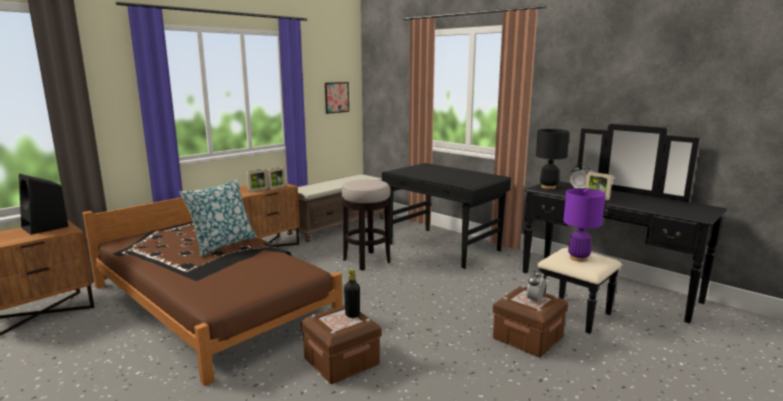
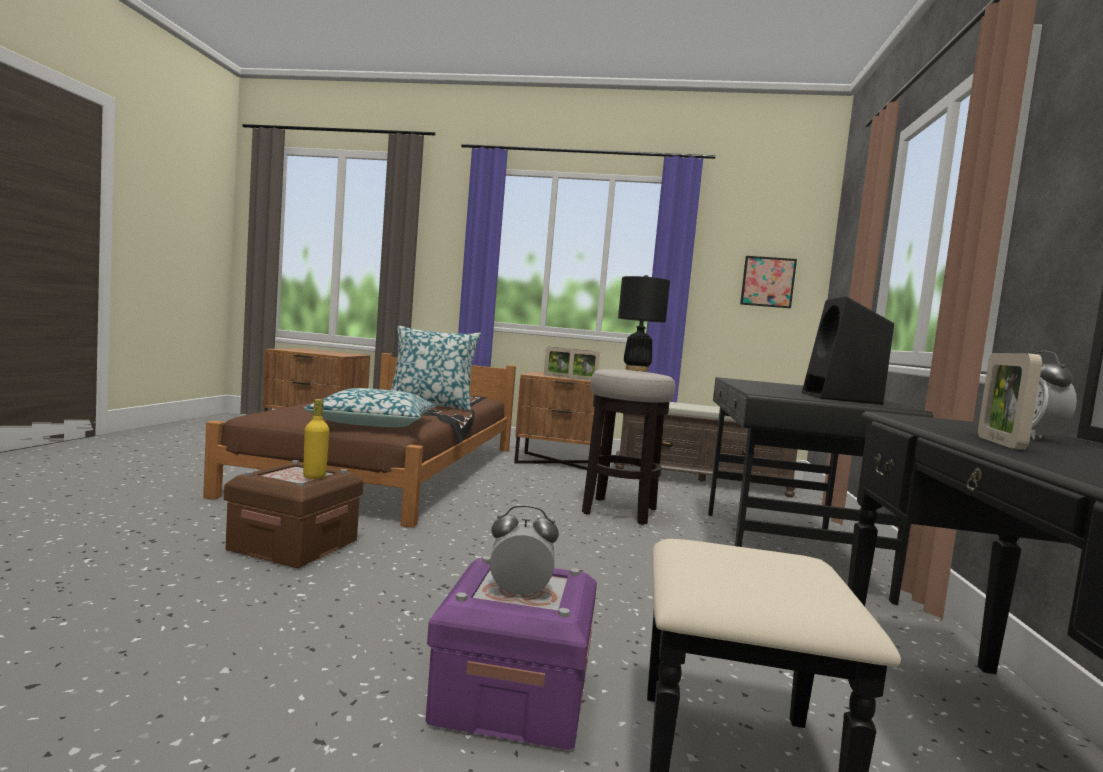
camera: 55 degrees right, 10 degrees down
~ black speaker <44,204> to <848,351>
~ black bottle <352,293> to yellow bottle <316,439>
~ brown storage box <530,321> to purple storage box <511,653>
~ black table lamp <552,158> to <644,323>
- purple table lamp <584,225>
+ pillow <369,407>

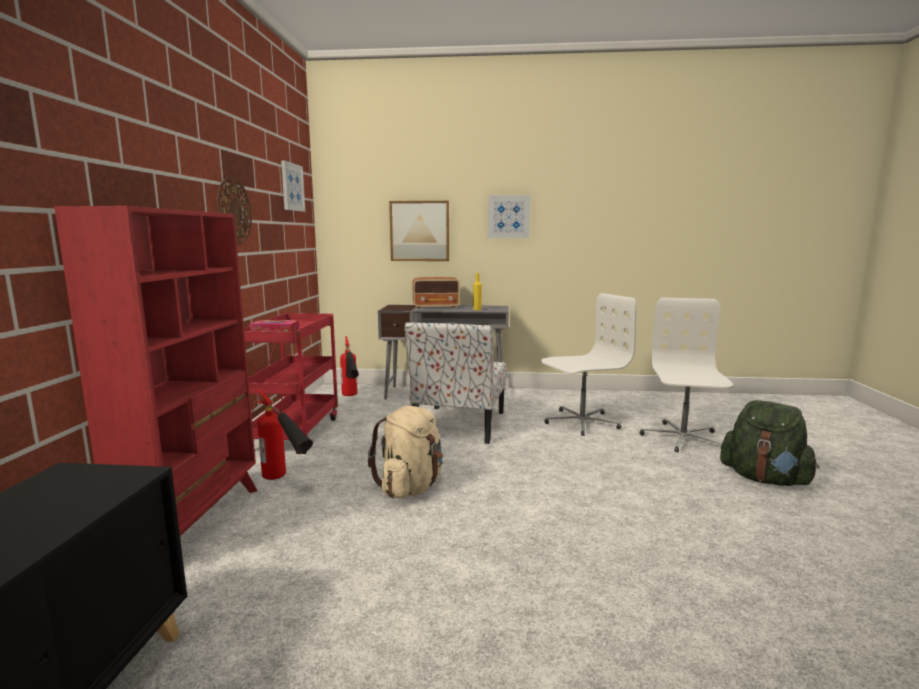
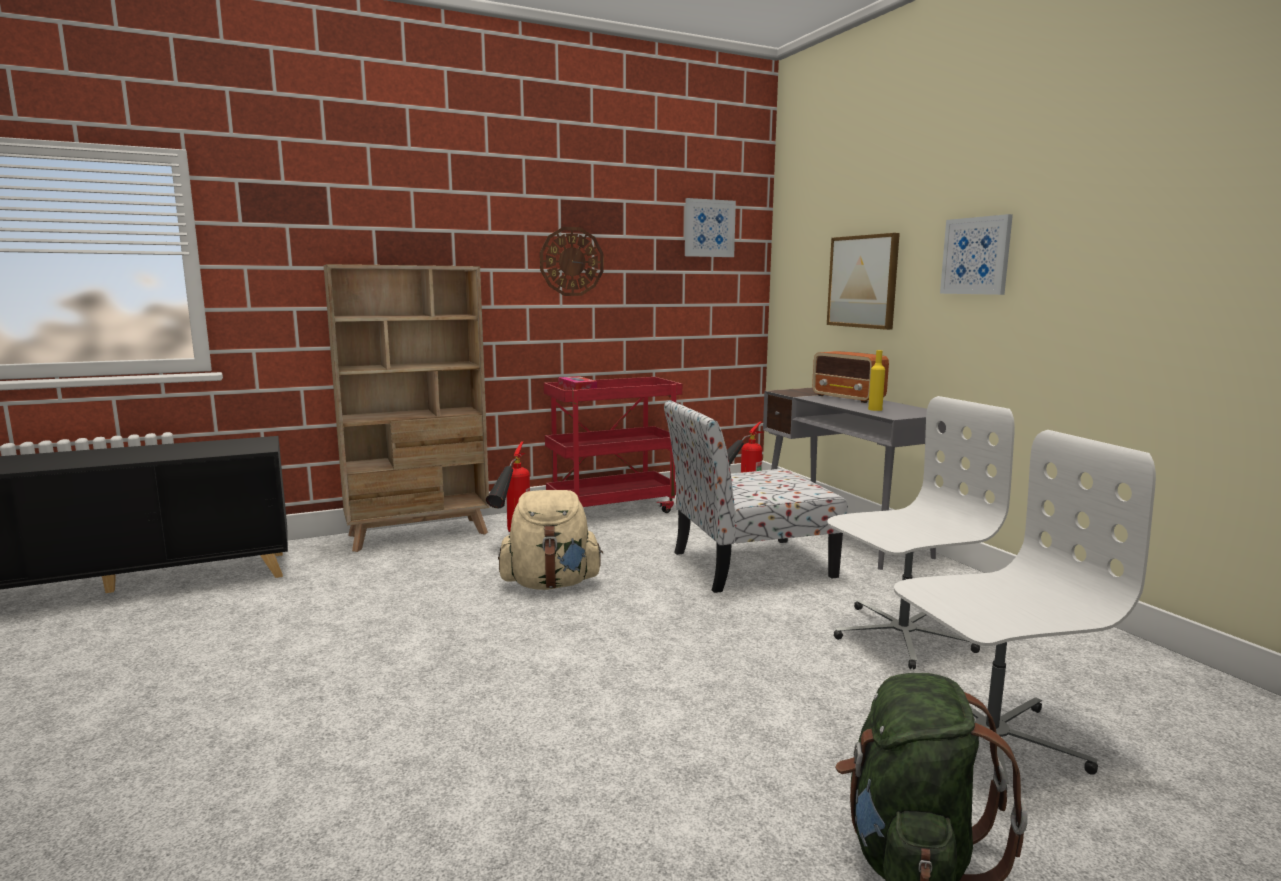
camera: 60 degrees right, 0 degrees up
~ red bookcase <156,371> to beige bookcase <407,408>
~ white office chair <588,364> = <921,532> 60 degrees counterclockwise

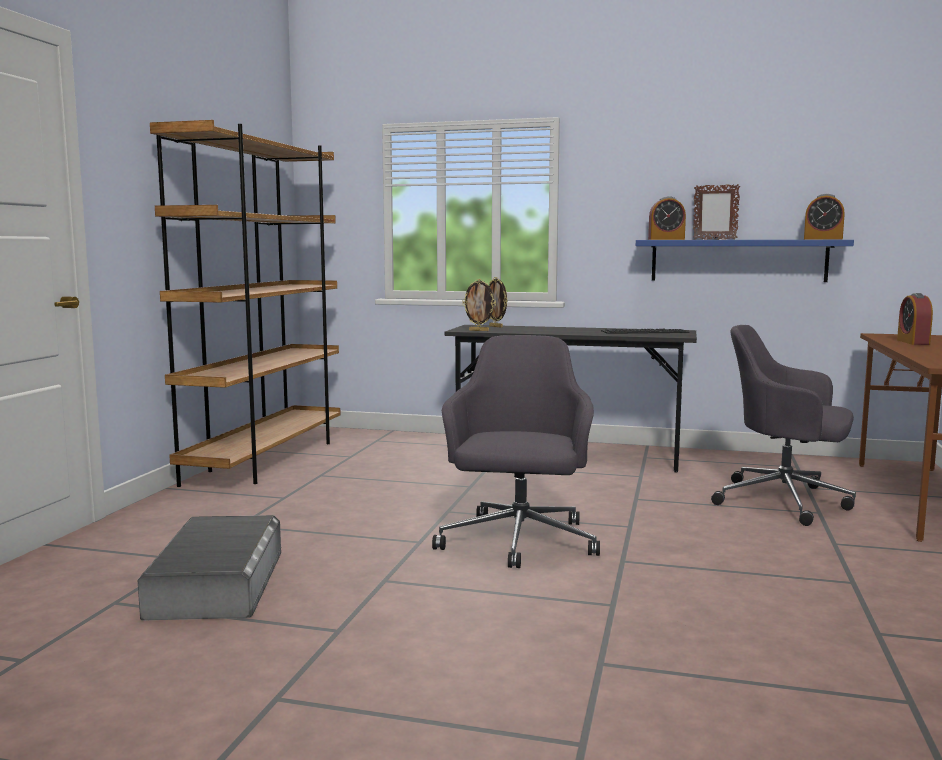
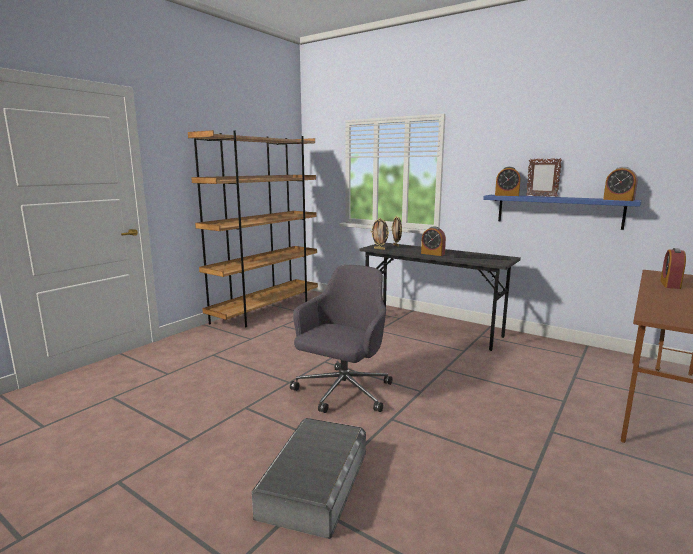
camera: 20 degrees right, 5 degrees up
~ grey storage box <209,568> to <309,478>
- grey office chair <783,425>
+ alarm clock <433,241>

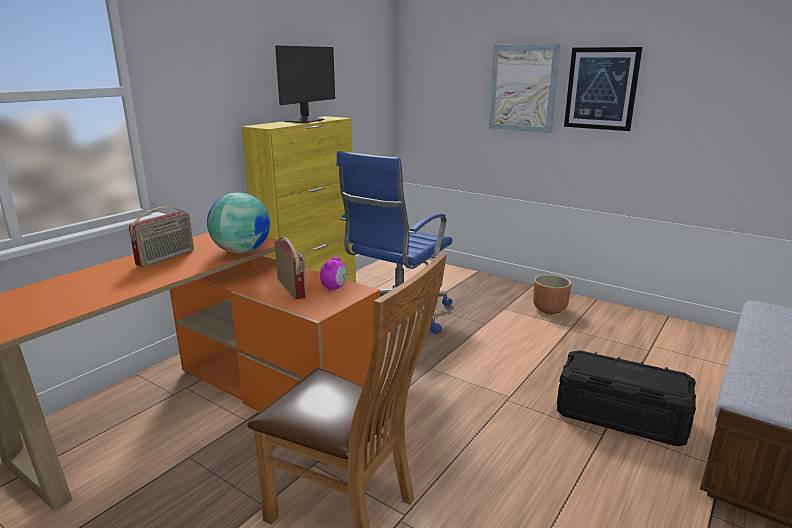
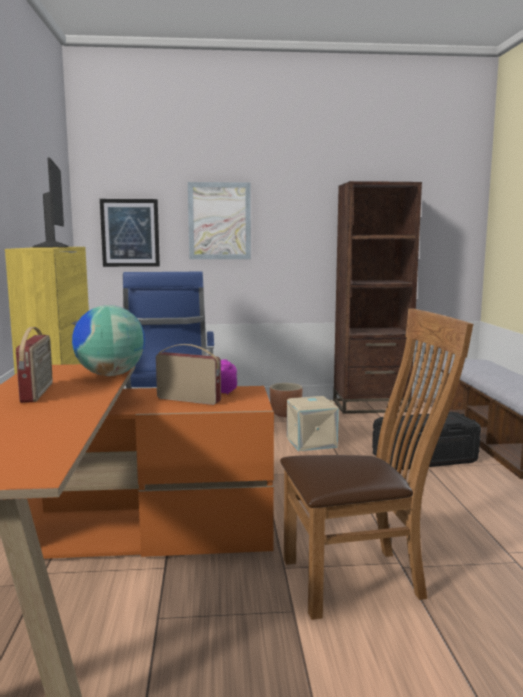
camera: 40 degrees left, 10 degrees down
~ picture <603,89> to <130,233>
+ beige storage box <313,423>
+ brown bookcase <377,297>

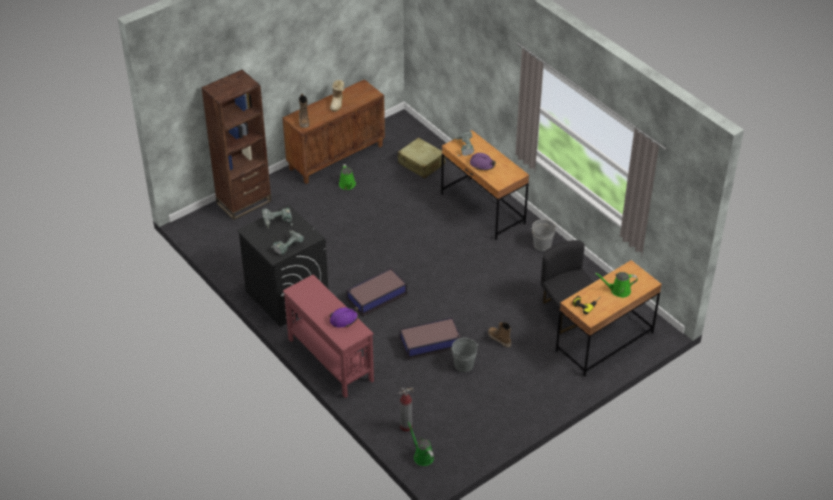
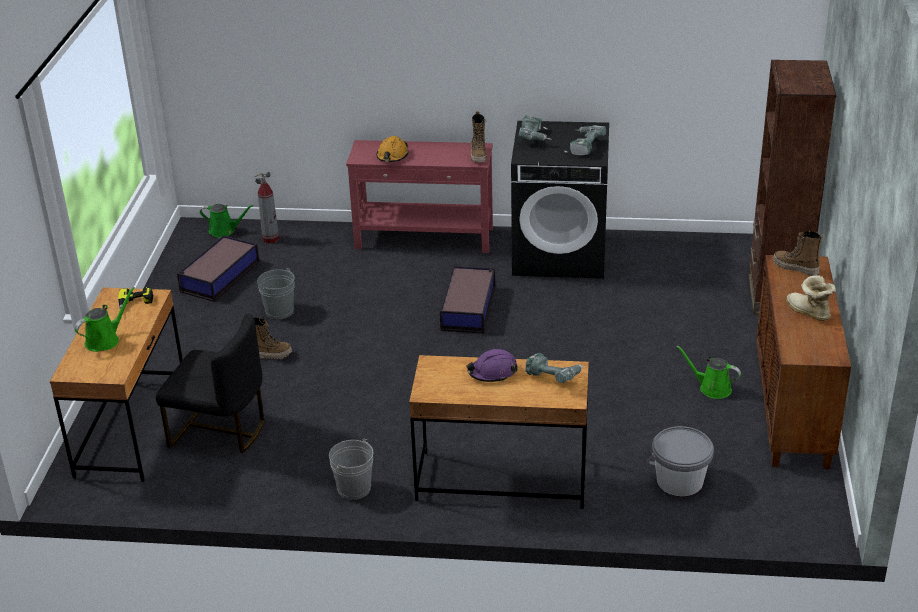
camera: 135 degrees right, 10 degrees down
~ purple hard hat <344,317> to orange hard hat <392,149>
~ beige suitcase <422,158> to grey bucket <680,461>
~ storage box <431,338> to <218,268>
+ boot <479,136>

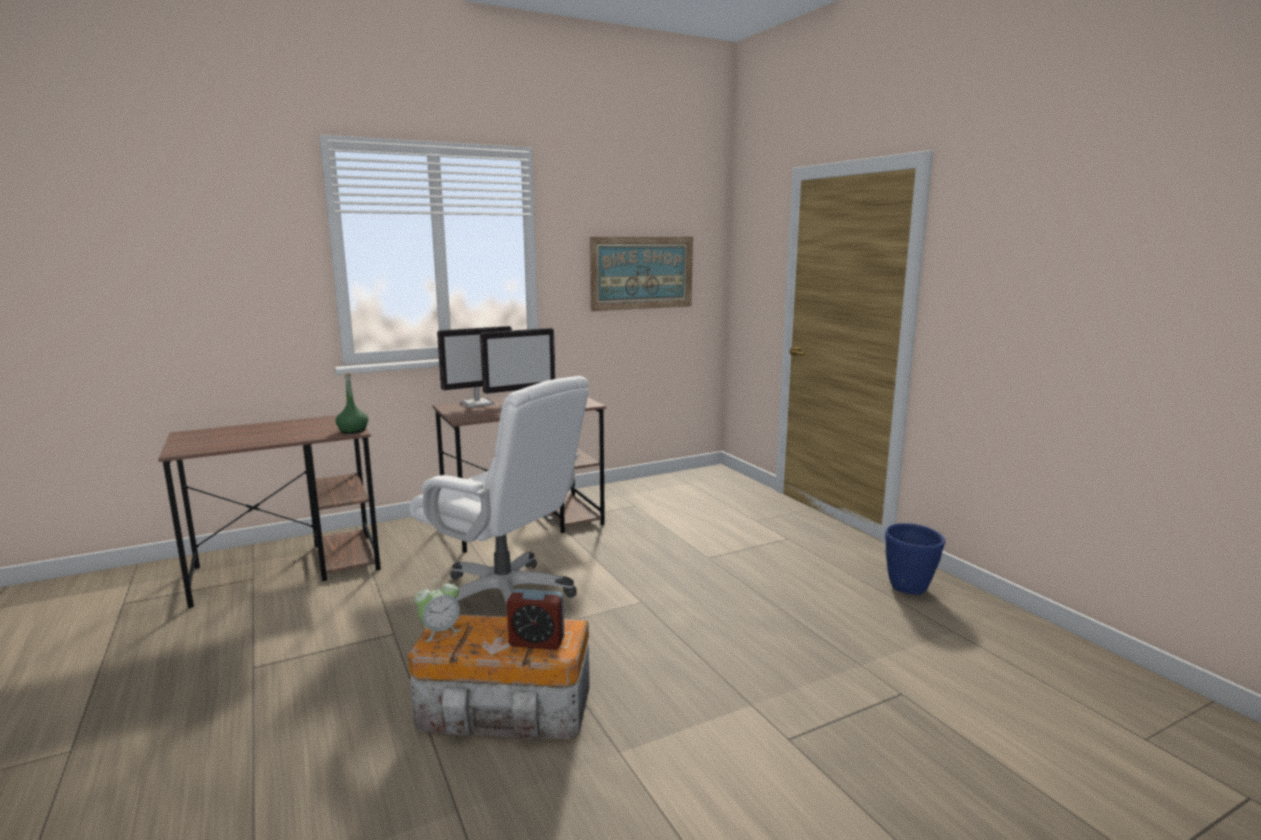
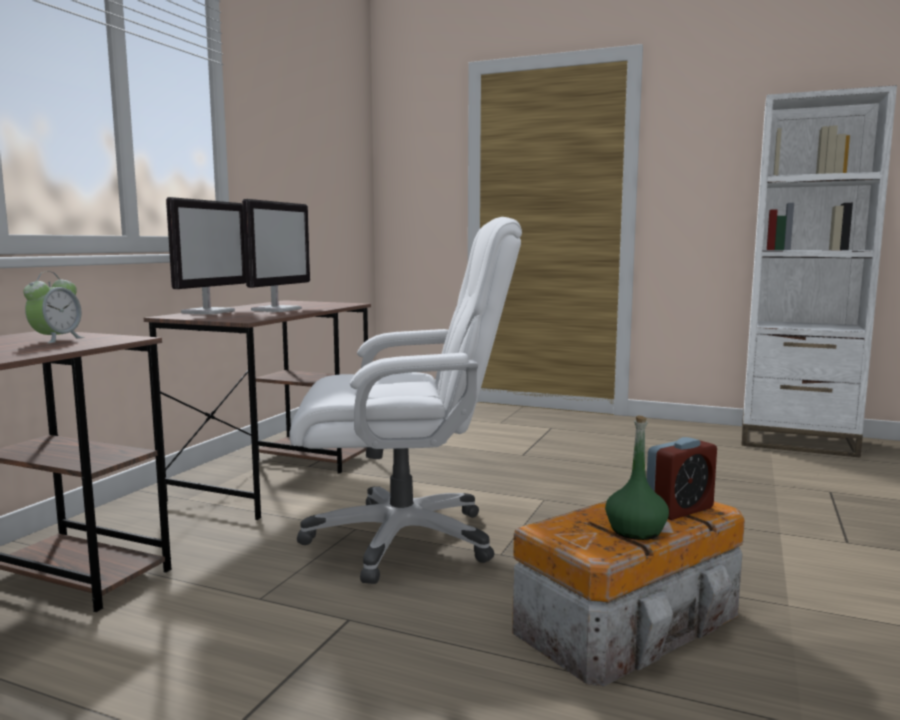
camera: 40 degrees left, 5 degrees down
~ green bottle <351,403> to <637,477>
~ alarm clock <438,610> to <54,308>
- picture <641,274>
- blue planter <915,559>
+ white bookcase <819,271>

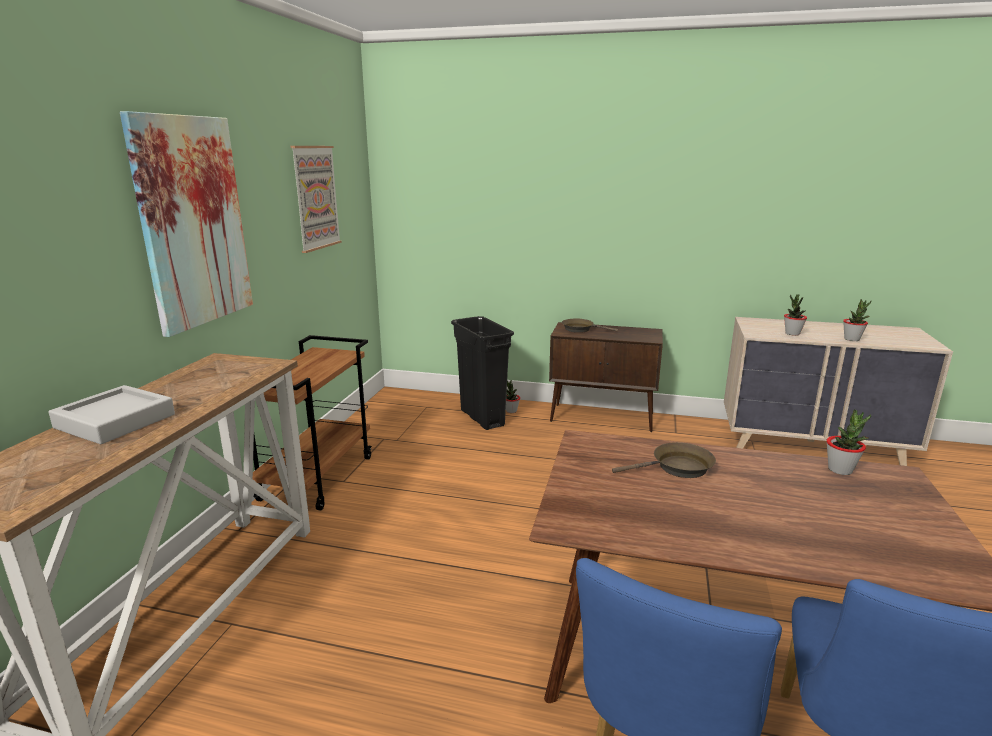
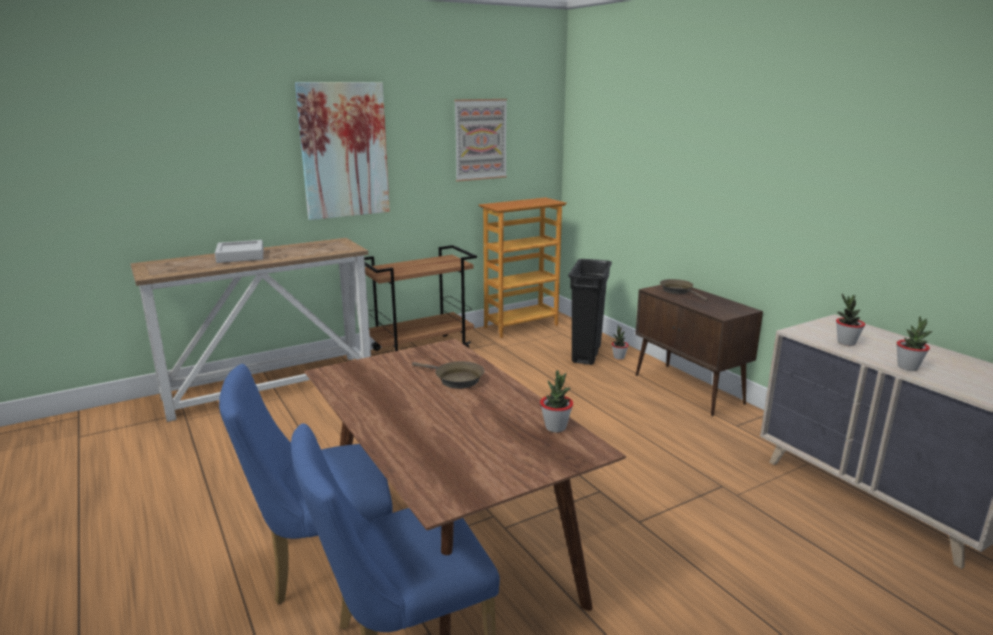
camera: 45 degrees right, 0 degrees up
+ bookcase <522,267>

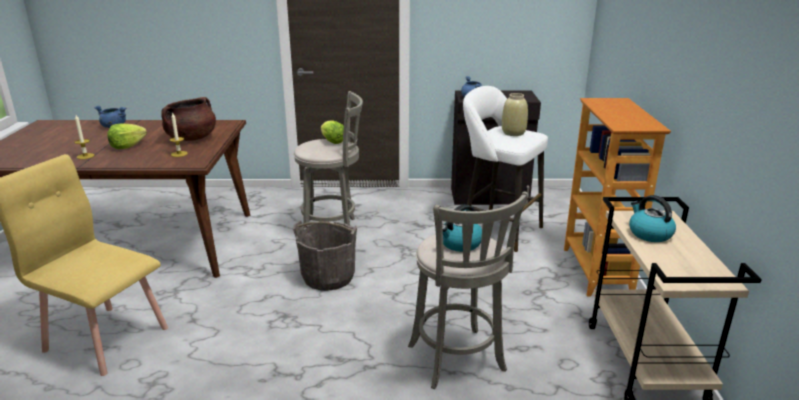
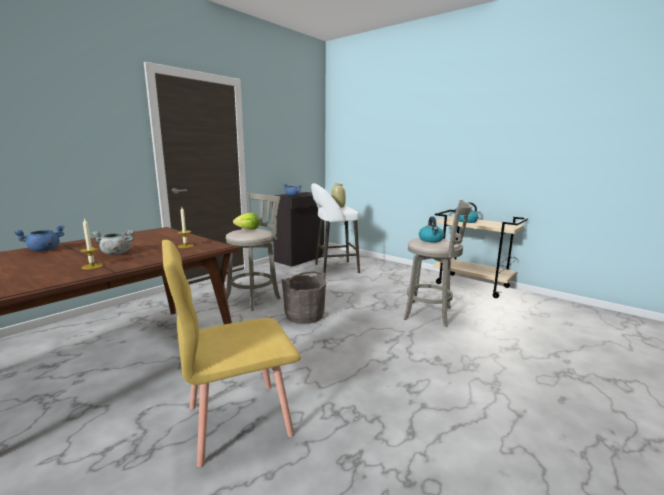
camera: 50 degrees left, 10 degrees down
~ lettuce <127,136> to grey cooking pot <113,242>
- brown cooking pot <188,119>
- bookcase <617,197>

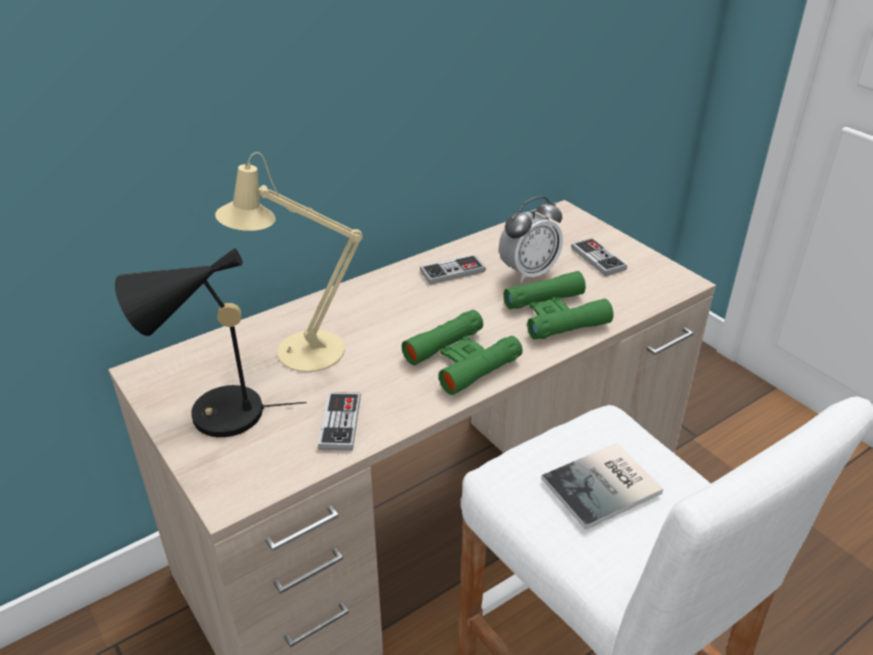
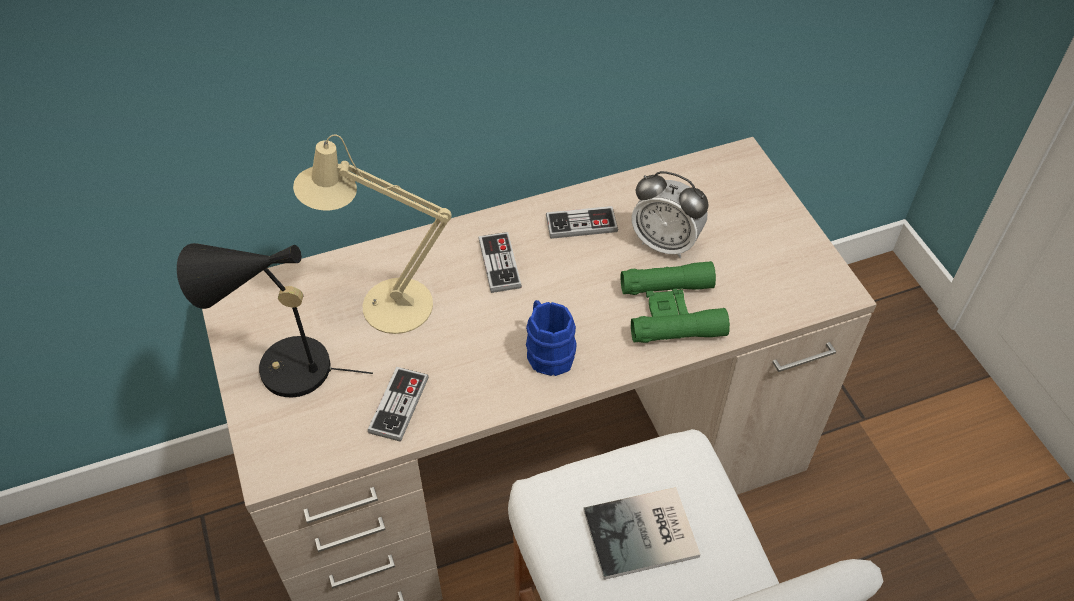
camera: 15 degrees right, 15 degrees up
~ green binoculars <462,352> to blue mug <551,338>
~ alarm clock <531,239> = <670,214> 45 degrees clockwise
~ game controller <599,257> to <500,262>

